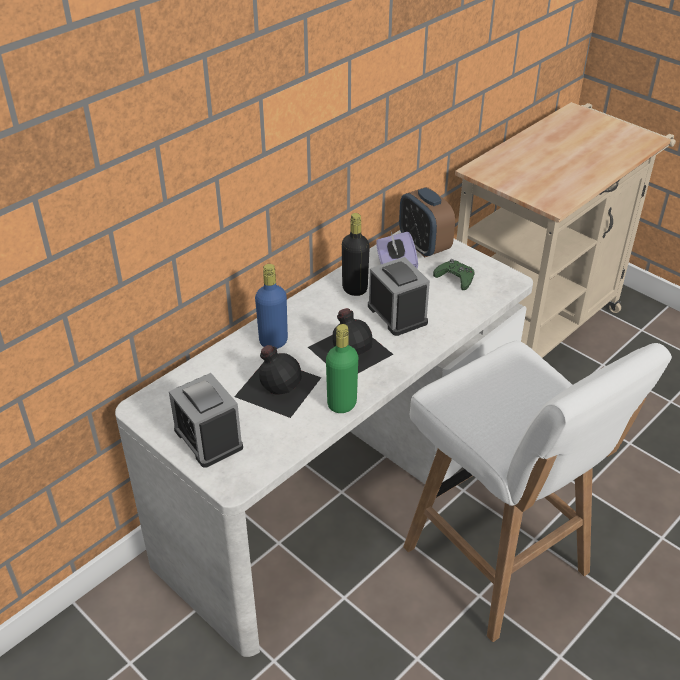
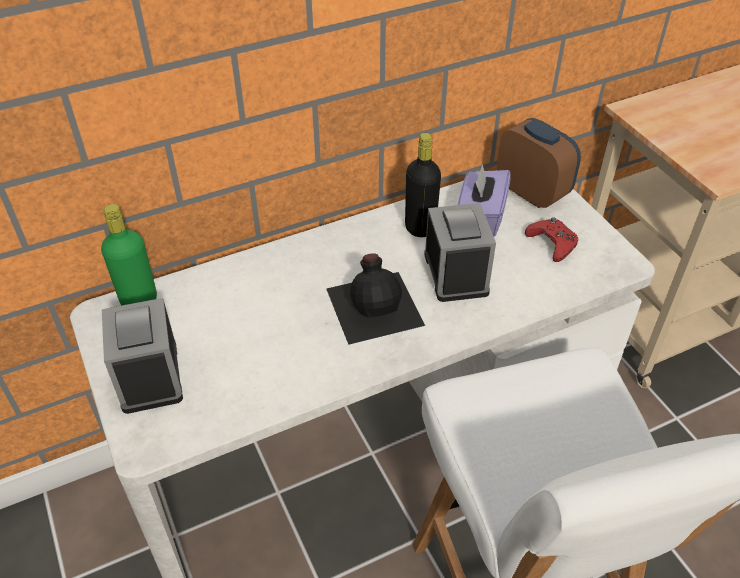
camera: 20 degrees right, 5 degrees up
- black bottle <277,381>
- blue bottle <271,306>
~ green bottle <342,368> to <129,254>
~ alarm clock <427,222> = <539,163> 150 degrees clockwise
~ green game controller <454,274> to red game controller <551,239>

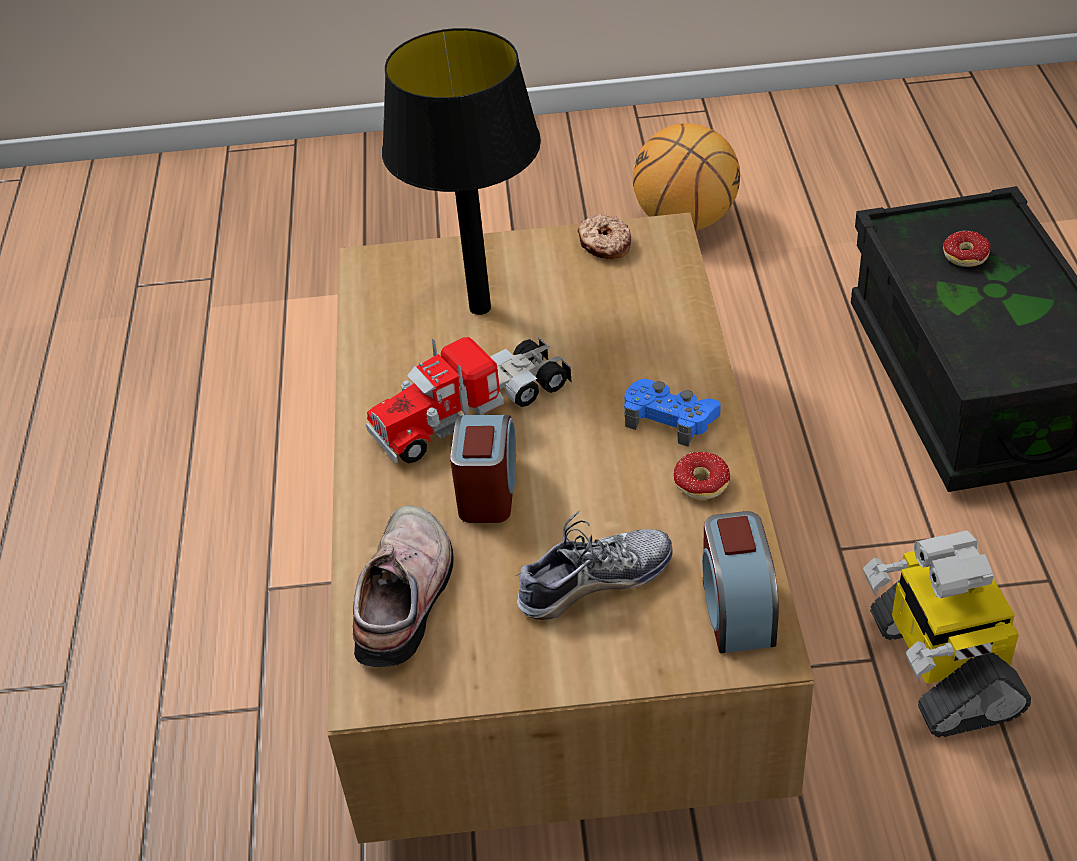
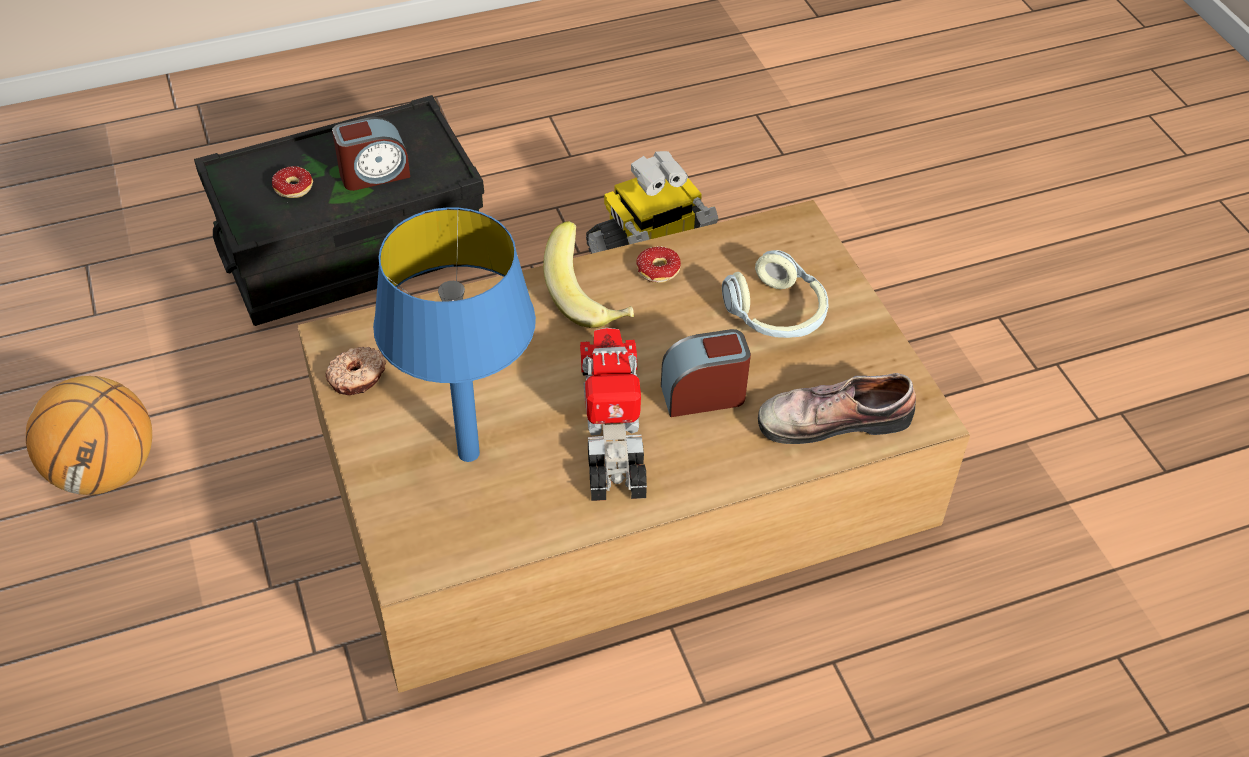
camera: 110 degrees left, 5 degrees up
~ toy truck <468,400> = <613,414> 135 degrees counterclockwise
~ black table lamp <461,171> to blue table lamp <454,334>
~ shoe <594,565> to headphones <775,294>
~ blue game controller <672,413> to banana <588,274>
~ alarm clock <740,582> to <371,154>

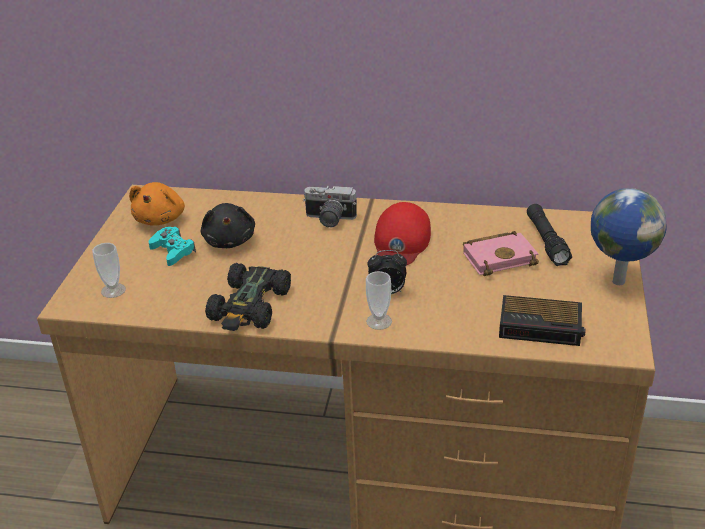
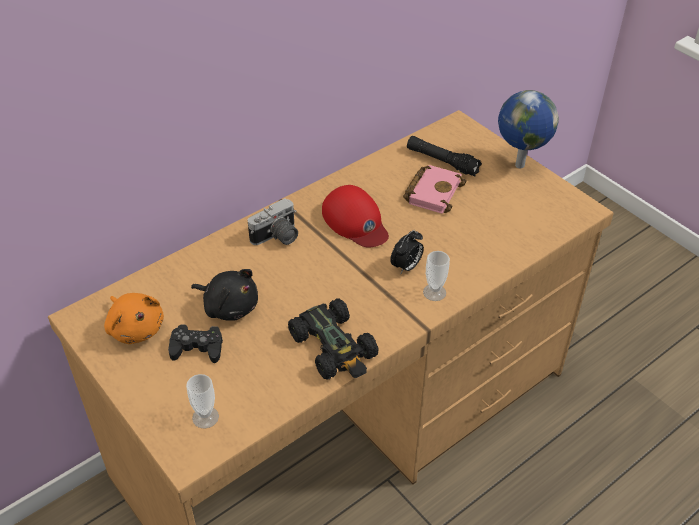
camera: 50 degrees left, 10 degrees up
~ turquoise game controller <172,246> to black game controller <195,343>
- alarm clock <542,320>

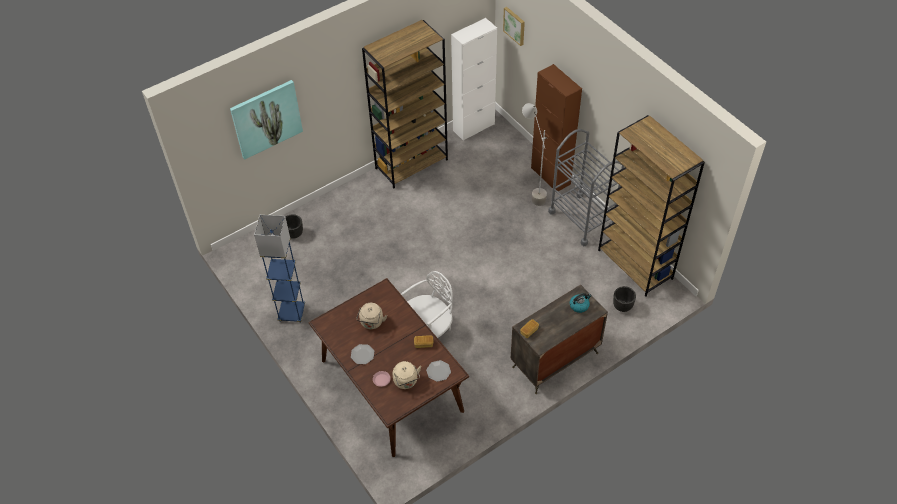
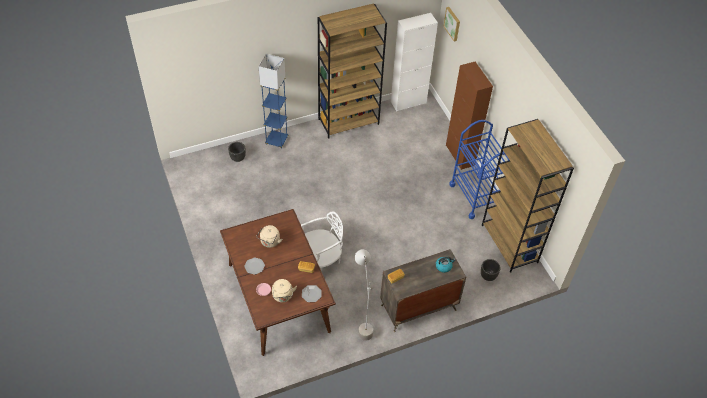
camera: 10 degrees right, 0 degrees up
- picture <266,120>
~ blue floor lamp <279,269> to <273,101>
~ grey floor lamp <534,154> to <364,295>
~ grey cart <586,187> to blue cart <479,169>

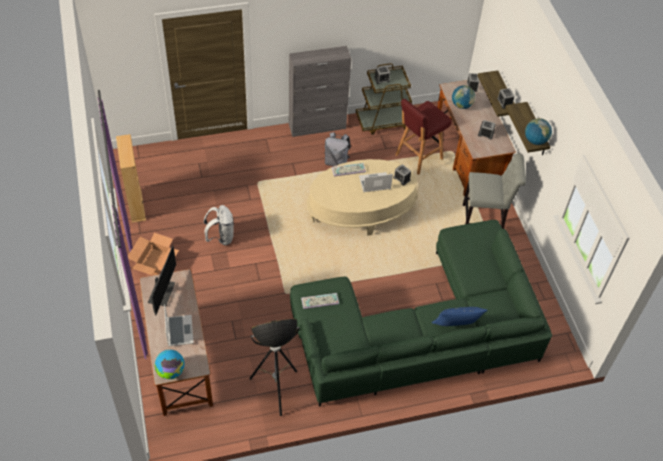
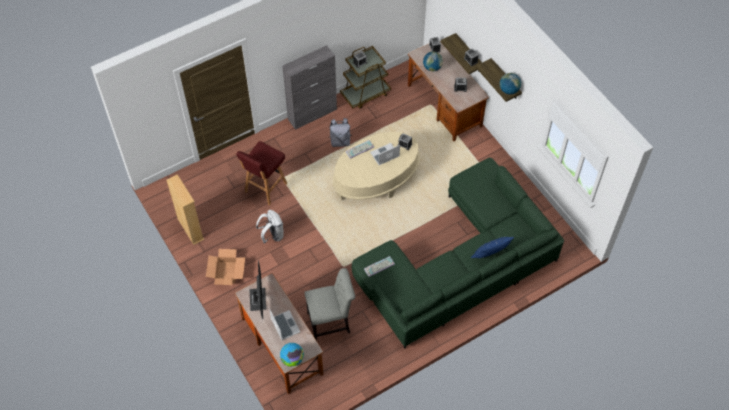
camera: 15 degrees left, 5 degrees up
- floor lamp <274,367>
~ red stool <423,137> to <261,173>
~ grey chair <494,191> to <329,304>

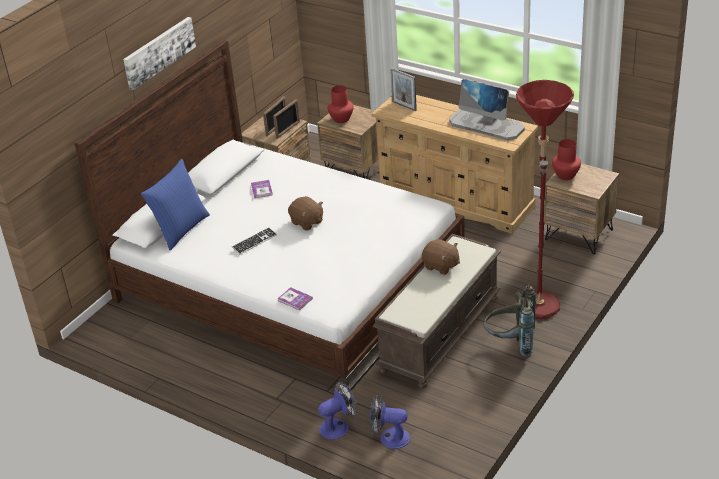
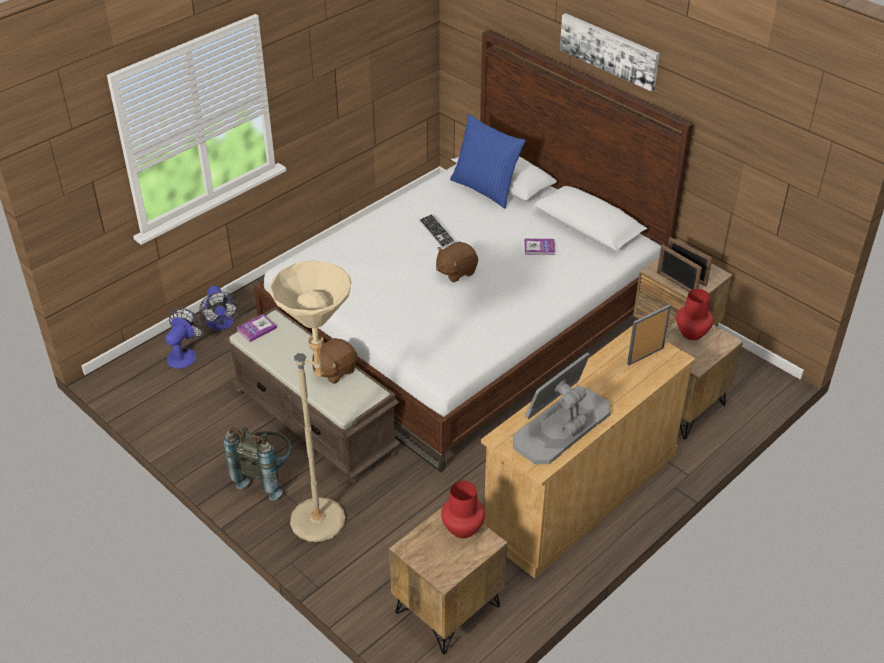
camera: 100 degrees right, 5 degrees up
~ book <295,299> to <257,328>
~ red floor lamp <545,199> to beige floor lamp <310,401>

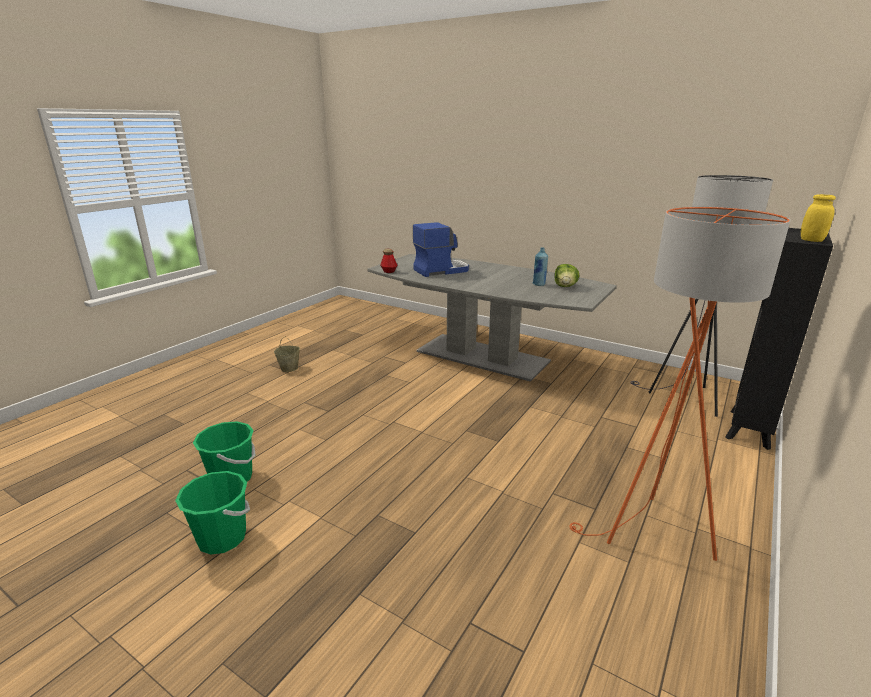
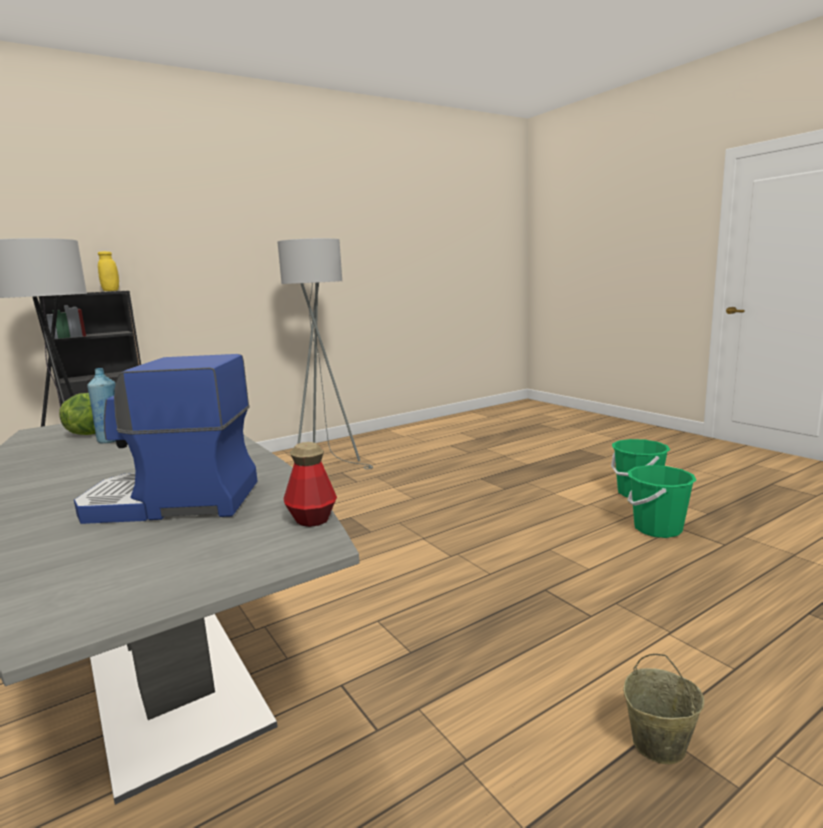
camera: 155 degrees left, 10 degrees down
~ orange floor lamp <679,384> to grey floor lamp <325,353>

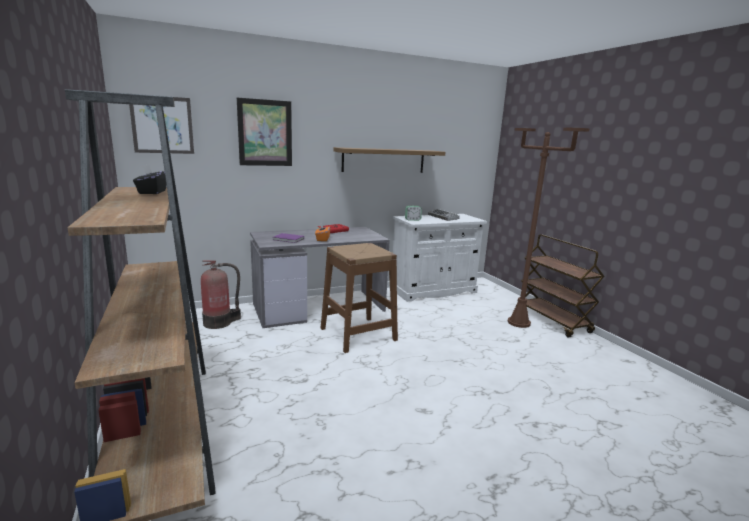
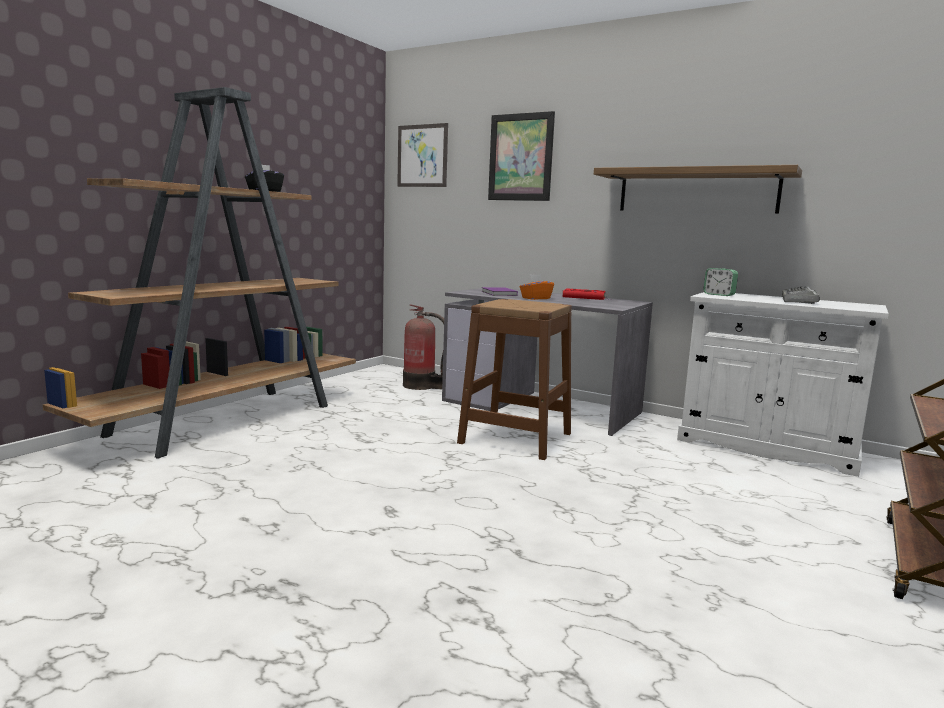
camera: 55 degrees right, 5 degrees down
- brown floor lamp <548,228>

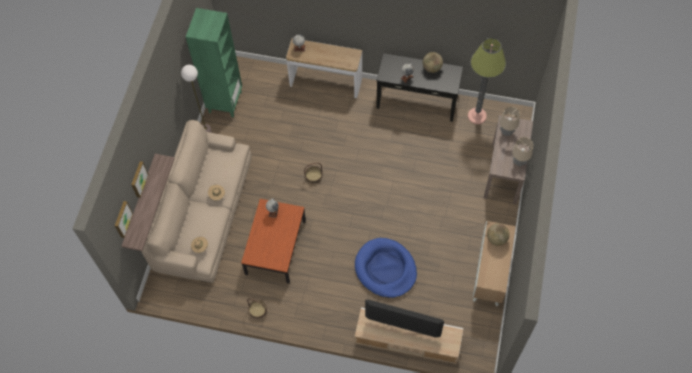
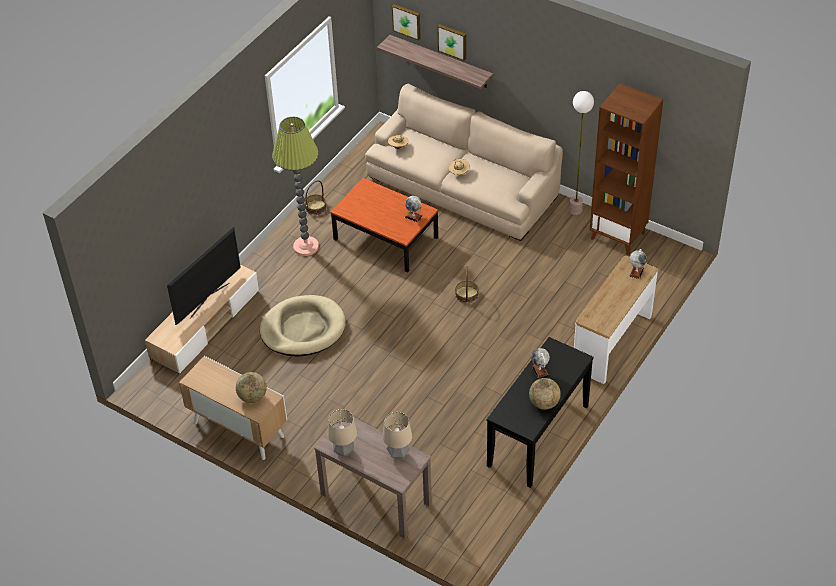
camera: 110 degrees right, 15 degrees down
~ green bookcase <214,63> to brown bookcase <626,169>
~ blue dog bed <386,268> to beige dog bed <302,326>
~ floor lamp <487,81> to <295,186>

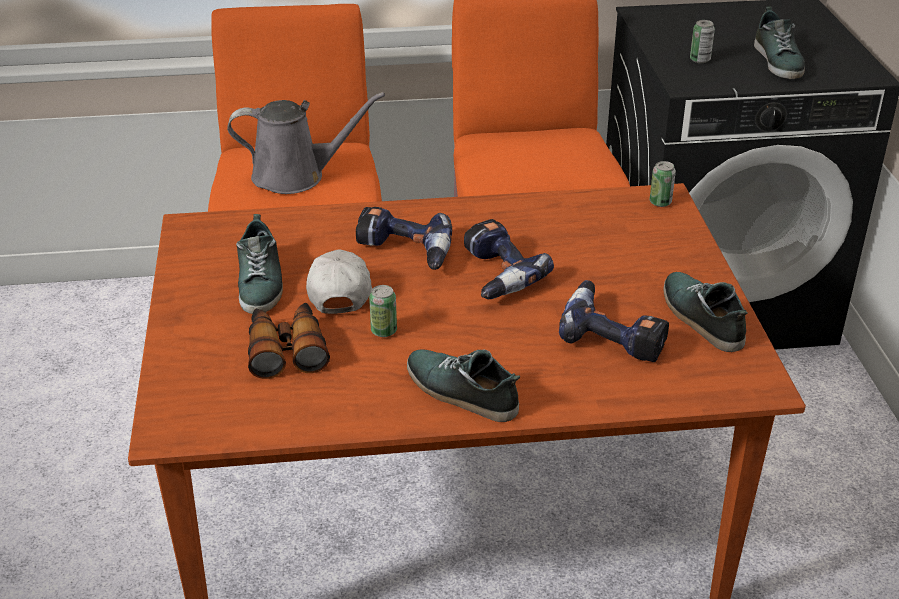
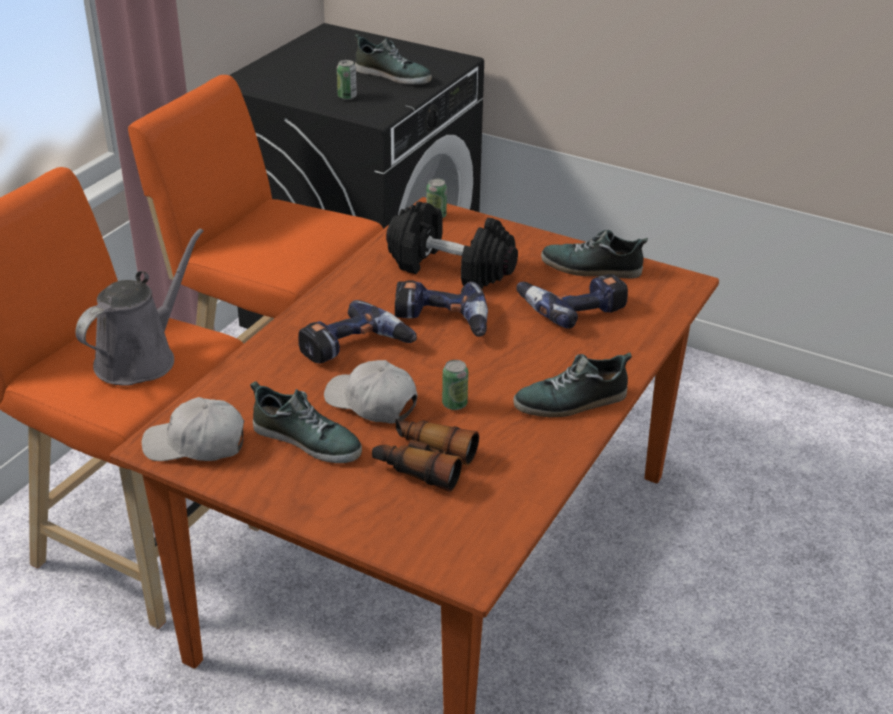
camera: 55 degrees left, 0 degrees up
+ white cap <193,429>
+ black dumbbell <452,245>

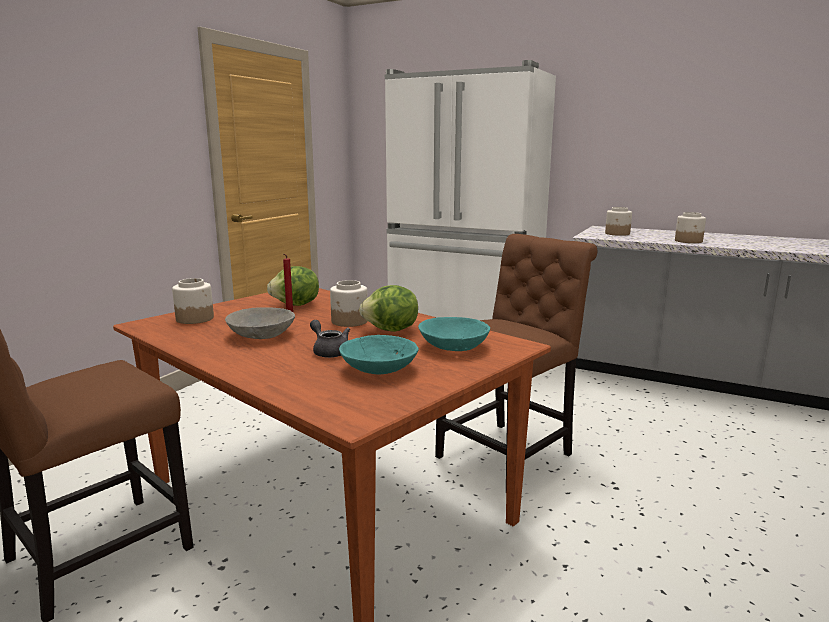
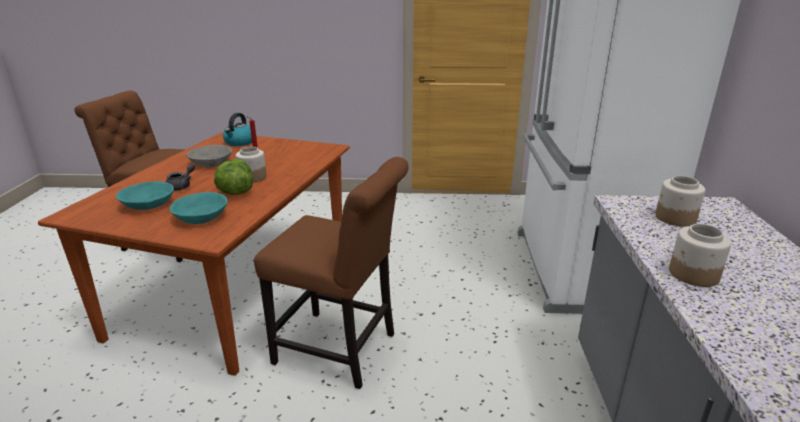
camera: 65 degrees right, 10 degrees up
~ jar <193,301> to kettle <237,129>
- lettuce <293,286>

